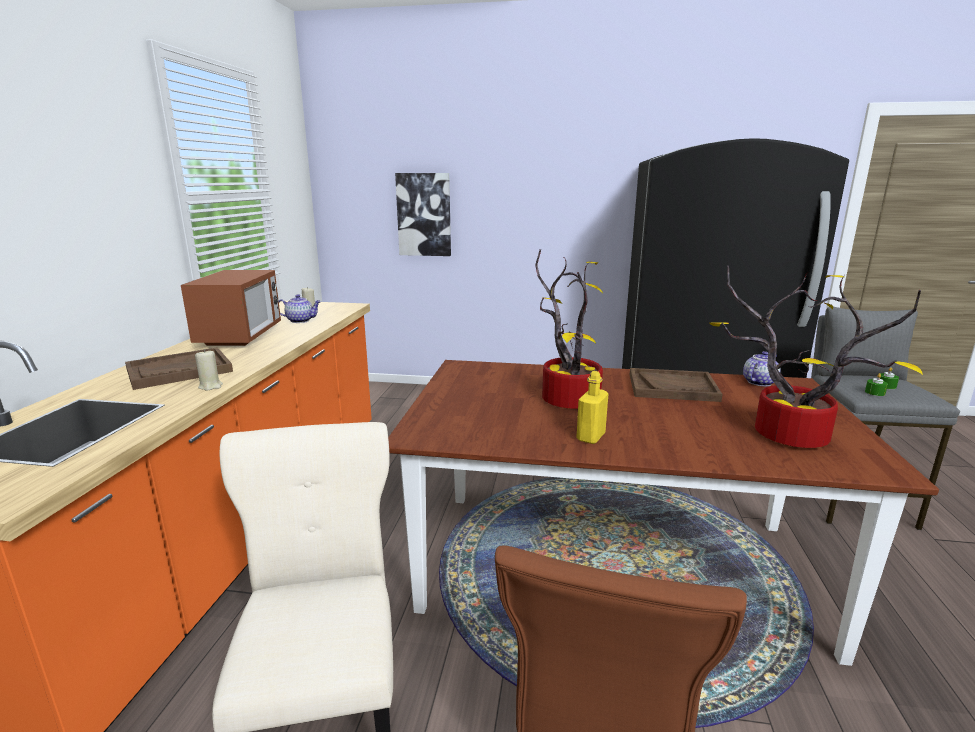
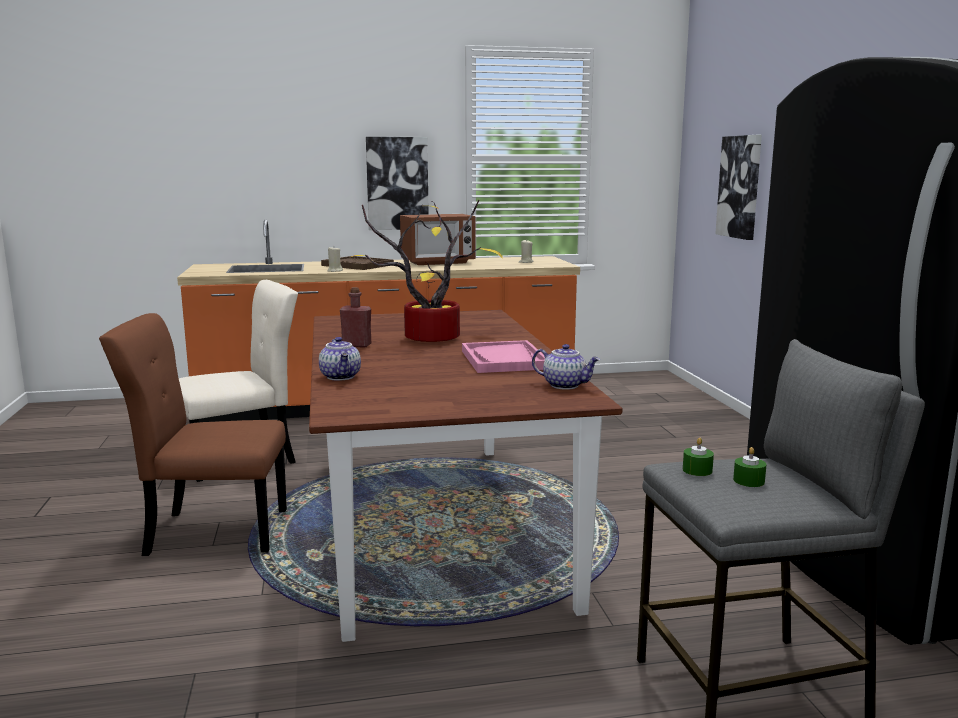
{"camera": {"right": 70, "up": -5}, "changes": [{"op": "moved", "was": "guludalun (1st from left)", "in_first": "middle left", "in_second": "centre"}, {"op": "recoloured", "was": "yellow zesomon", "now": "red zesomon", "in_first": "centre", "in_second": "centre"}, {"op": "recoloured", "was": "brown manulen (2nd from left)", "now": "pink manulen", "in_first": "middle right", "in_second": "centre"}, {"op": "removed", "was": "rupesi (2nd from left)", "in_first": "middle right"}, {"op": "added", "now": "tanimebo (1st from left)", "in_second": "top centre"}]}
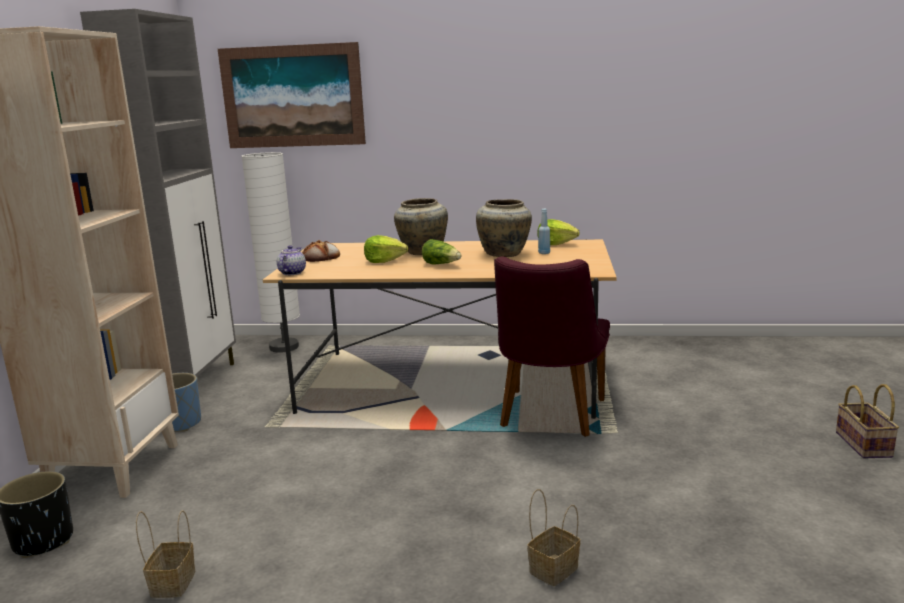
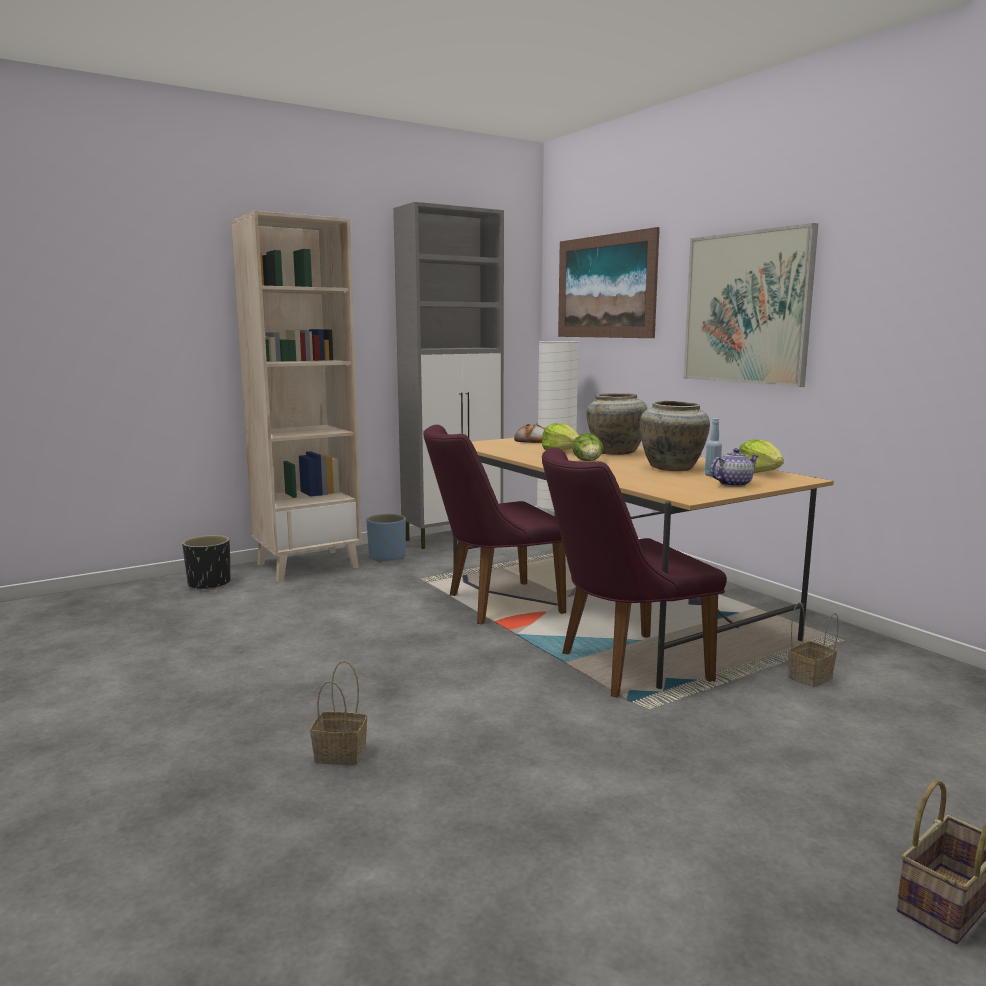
{"camera": {"right": 50, "up": -5}, "changes": [{"op": "moved", "was": "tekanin (1st from left in the first image)", "now": "tekanin (2nd from left)", "in_first": "bottom left", "in_second": "middle right"}, {"op": "moved", "was": "guludalun", "in_first": "middle left", "in_second": "middle right"}, {"op": "added", "now": "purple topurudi (1st from left)", "in_second": "centre"}, {"op": "added", "now": "tanimebo (2nd from left)", "in_second": "top right"}]}
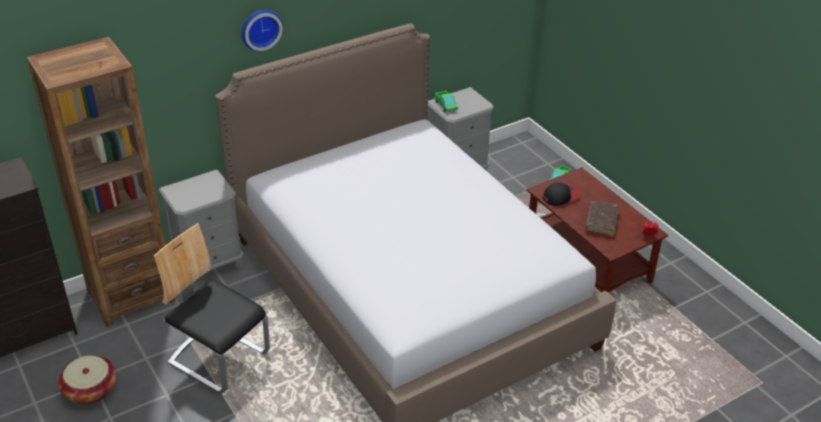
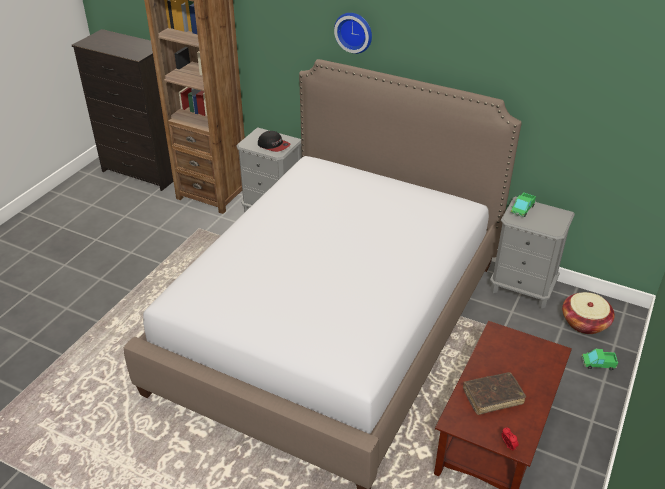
{"camera": {"right": 60, "up": 0}, "changes": [{"op": "moved", "was": "tekanin", "in_first": "bottom left", "in_second": "middle right"}, {"op": "removed", "was": "topurudi", "in_first": "bottom left"}, {"op": "moved", "was": "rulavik", "in_first": "middle right", "in_second": "top centre"}]}
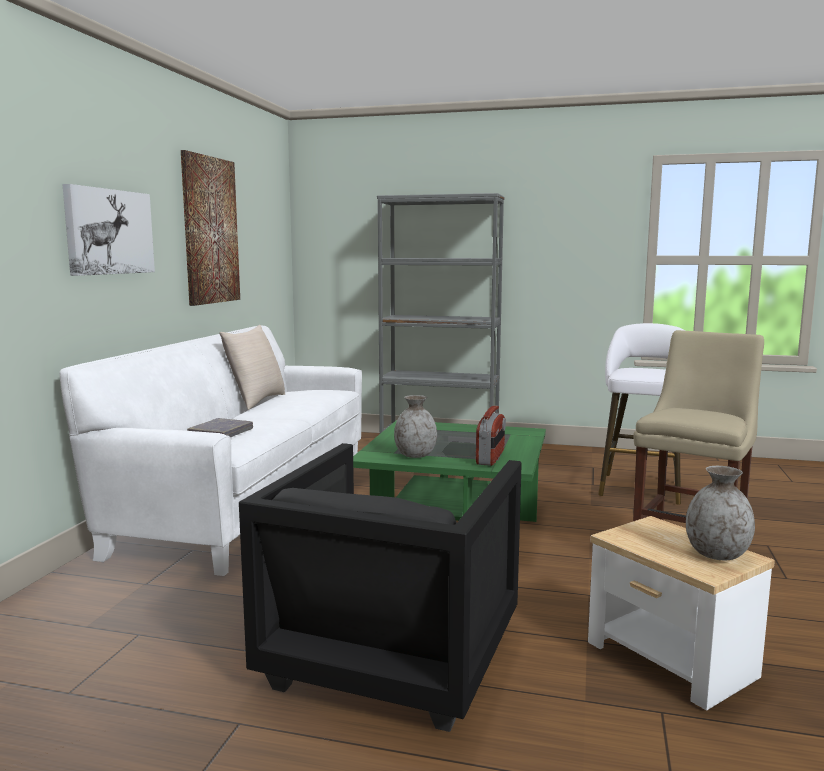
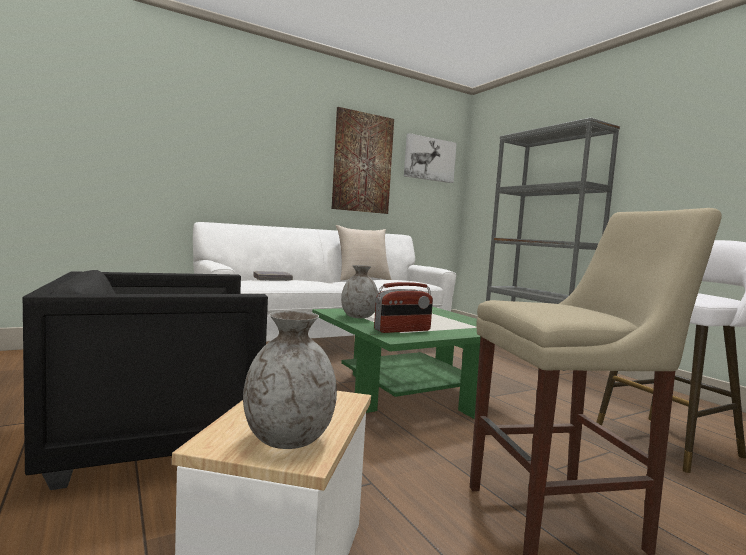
{"camera": {"right": 45, "up": -5}, "changes": [{"op": "moved", "was": "tanimebo (1st from left in the first image)", "now": "tanimebo (2nd from left)", "in_first": "top left", "in_second": "top centre"}]}
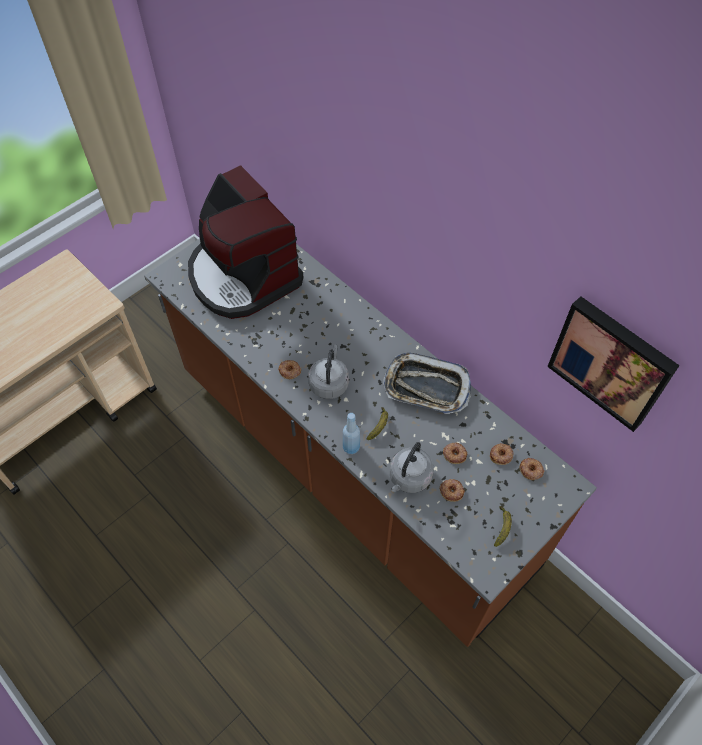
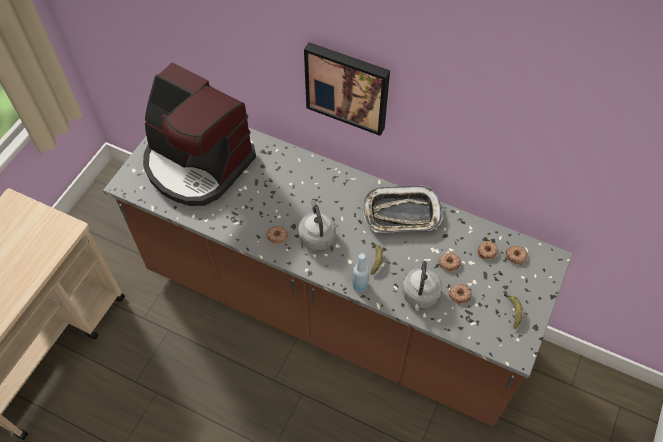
{"camera": {"right": -20, "up": 0}, "changes": [{"op": "moved", "was": "tanimebo", "in_first": "middle right", "in_second": "top centre"}]}
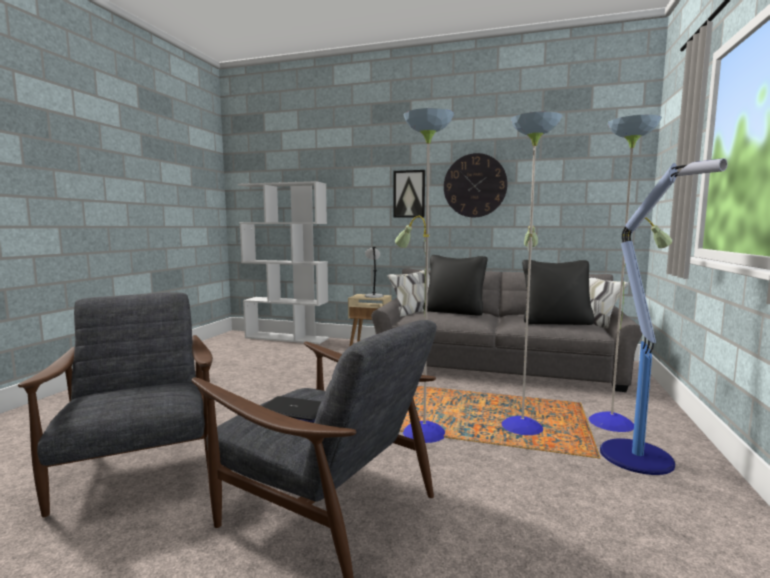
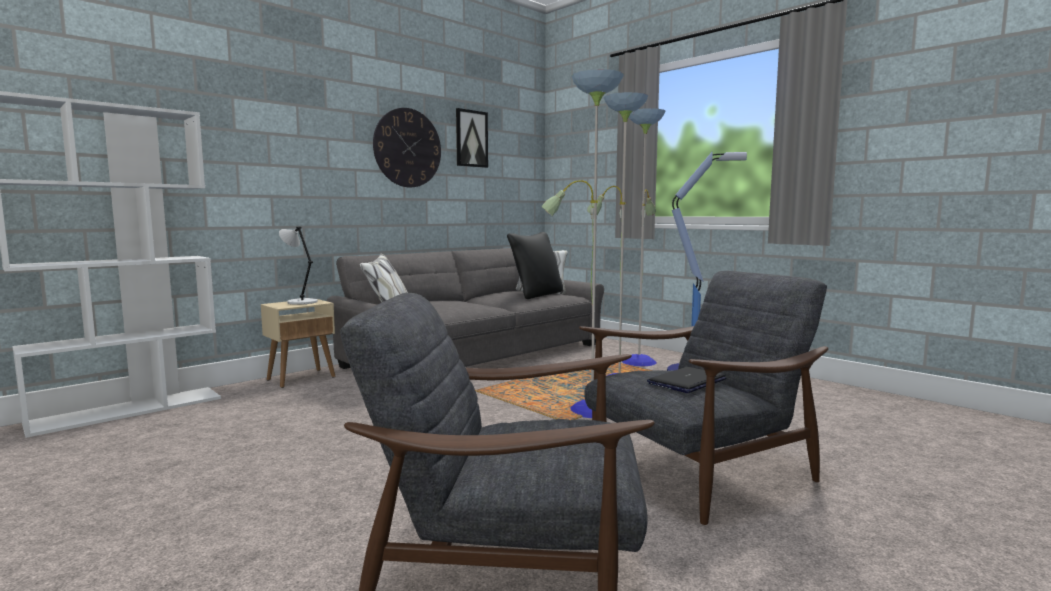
{"camera": {"right": -60, "up": 0}, "changes": [{"op": "moved", "was": "tanimebo", "in_first": "centre", "in_second": "top centre"}, {"op": "removed", "was": "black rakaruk (1st from left)", "in_first": "centre"}]}
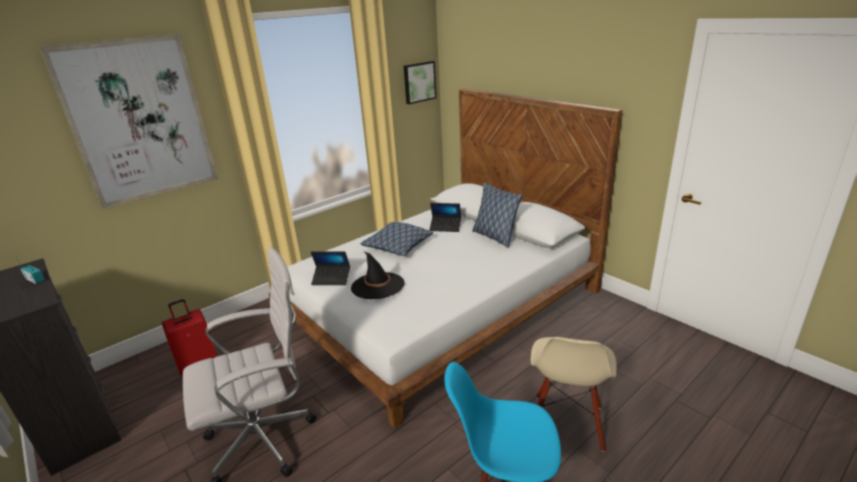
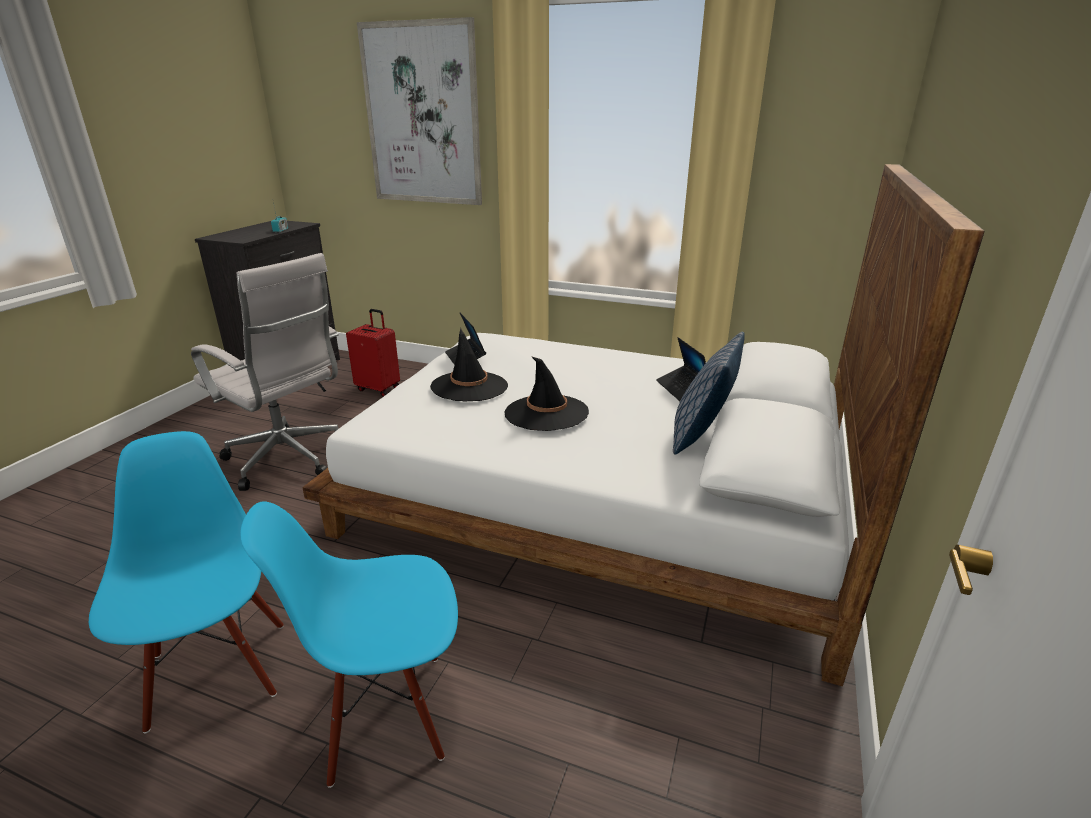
{"camera": {"right": 60, "up": 0}, "changes": [{"op": "removed", "was": "rakaruk (1st from left)", "in_first": "centre"}, {"op": "removed", "was": "tanimebo (2nd from left)", "in_first": "top centre"}, {"op": "recoloured", "was": "beige topurudi", "now": "blue topurudi (2nd from left)", "in_first": "bottom right", "in_second": "bottom left"}, {"op": "added", "now": "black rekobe (2nd from left)", "in_second": "centre"}]}
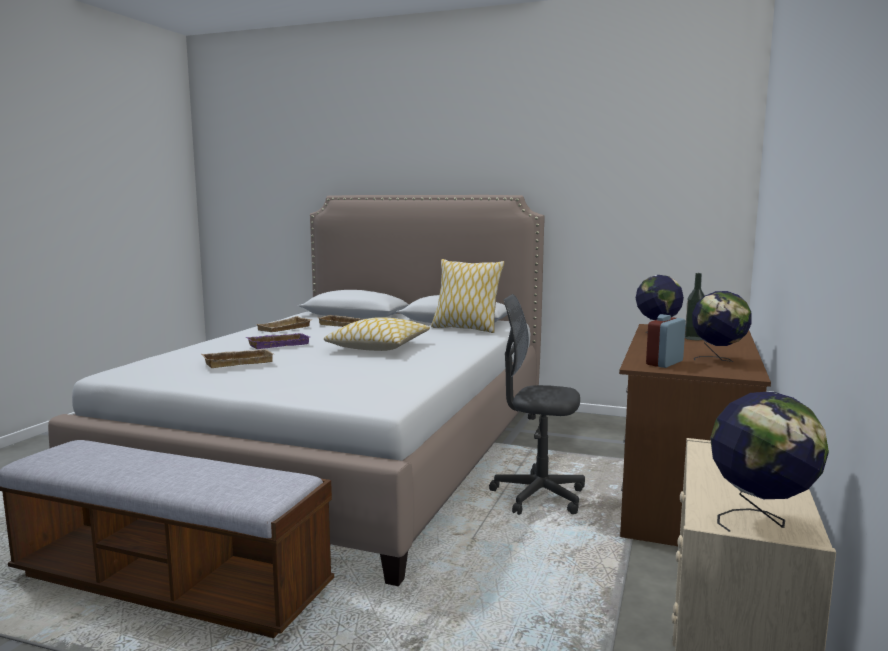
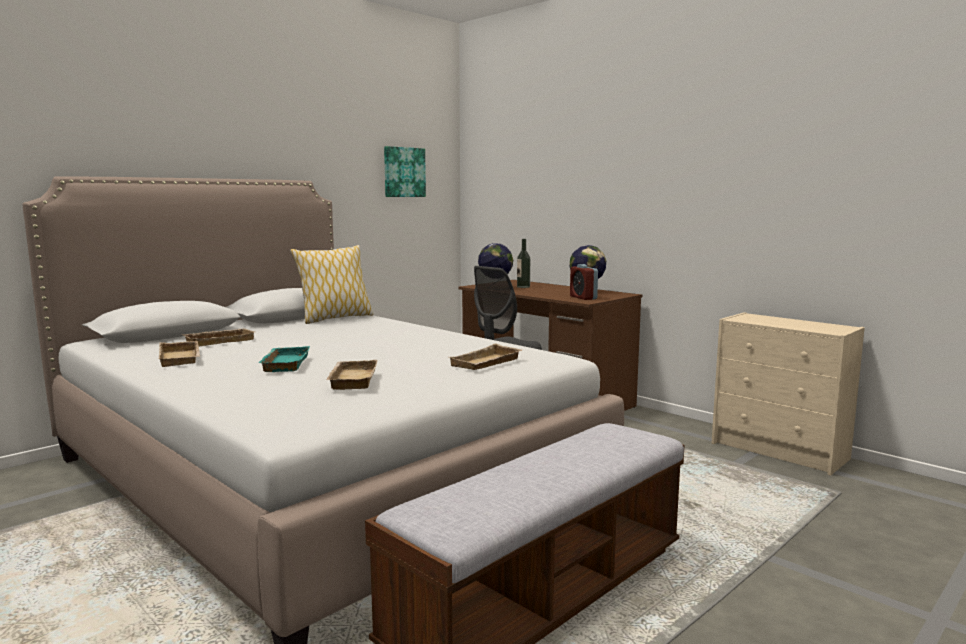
{"camera": {"right": -65, "up": 0}, "changes": [{"op": "recoloured", "was": "purple manulen", "now": "turquoise manulen", "in_first": "middle left", "in_second": "middle left"}, {"op": "removed", "was": "rakaruk (1st from left)", "in_first": "centre"}, {"op": "removed", "was": "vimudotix (3rd from left)", "in_first": "bottom right"}, {"op": "added", "now": "tanimebo", "in_second": "top centre"}, {"op": "added", "now": "beige manulen (4th from left)", "in_second": "centre"}]}
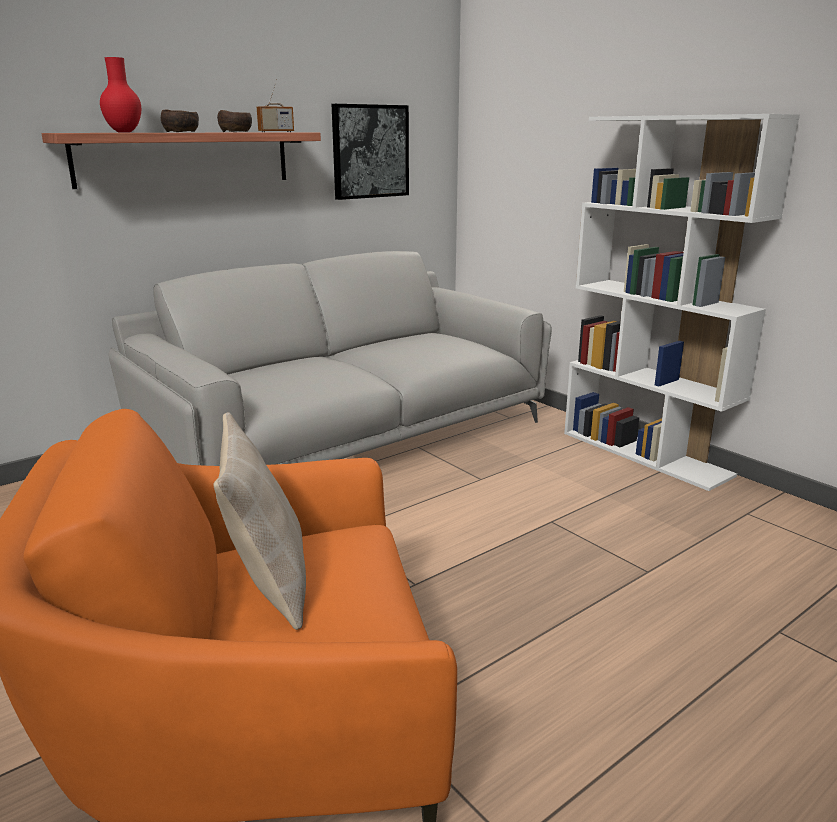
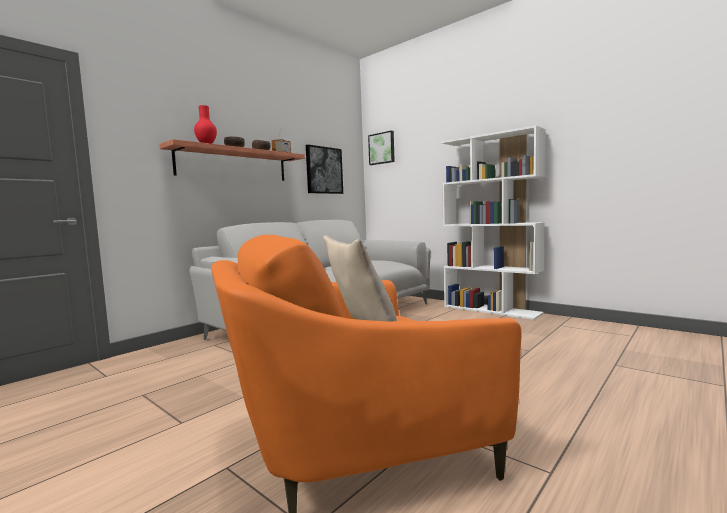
{"camera": {"right": -10, "up": -15}, "changes": [{"op": "added", "now": "tanimebo (2nd from left)", "in_second": "top centre"}]}
